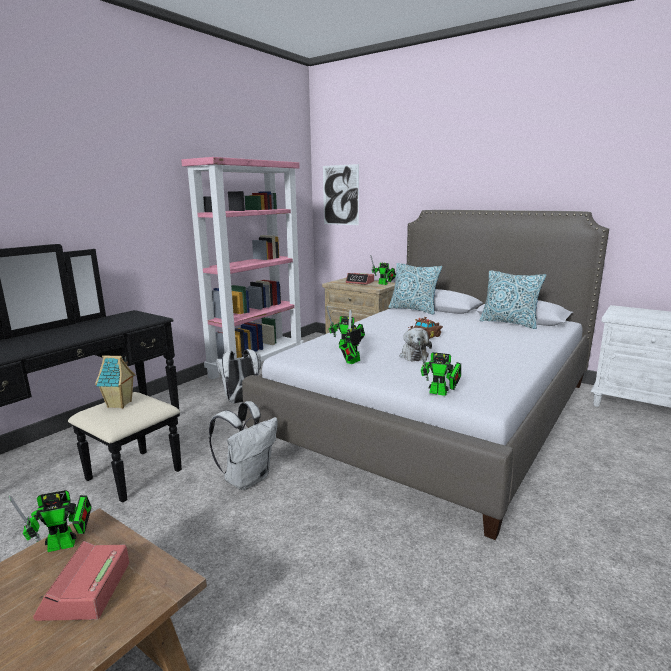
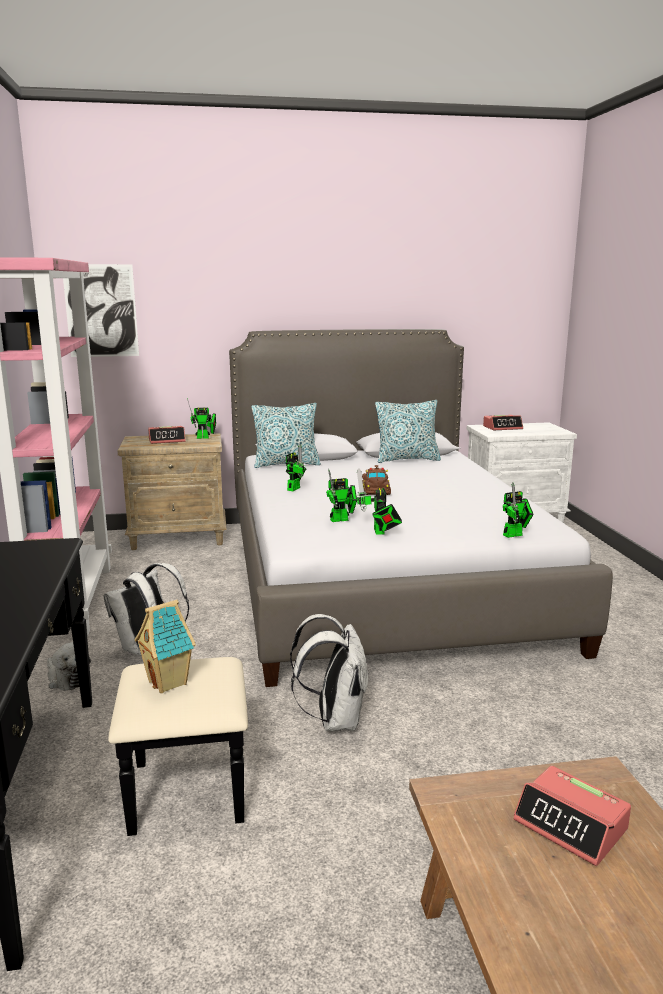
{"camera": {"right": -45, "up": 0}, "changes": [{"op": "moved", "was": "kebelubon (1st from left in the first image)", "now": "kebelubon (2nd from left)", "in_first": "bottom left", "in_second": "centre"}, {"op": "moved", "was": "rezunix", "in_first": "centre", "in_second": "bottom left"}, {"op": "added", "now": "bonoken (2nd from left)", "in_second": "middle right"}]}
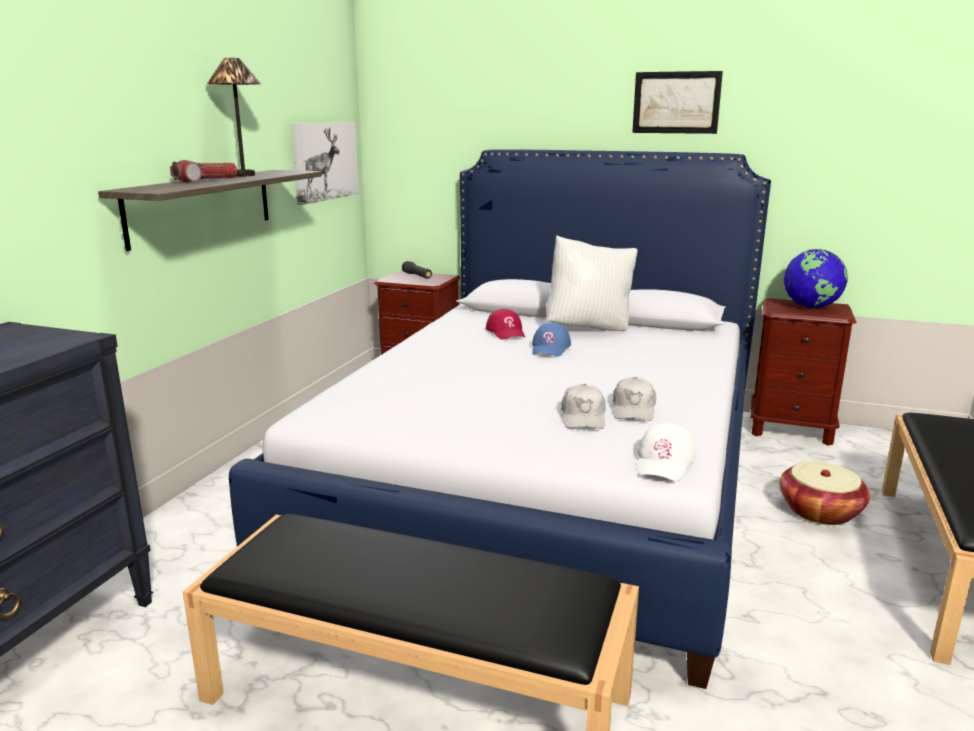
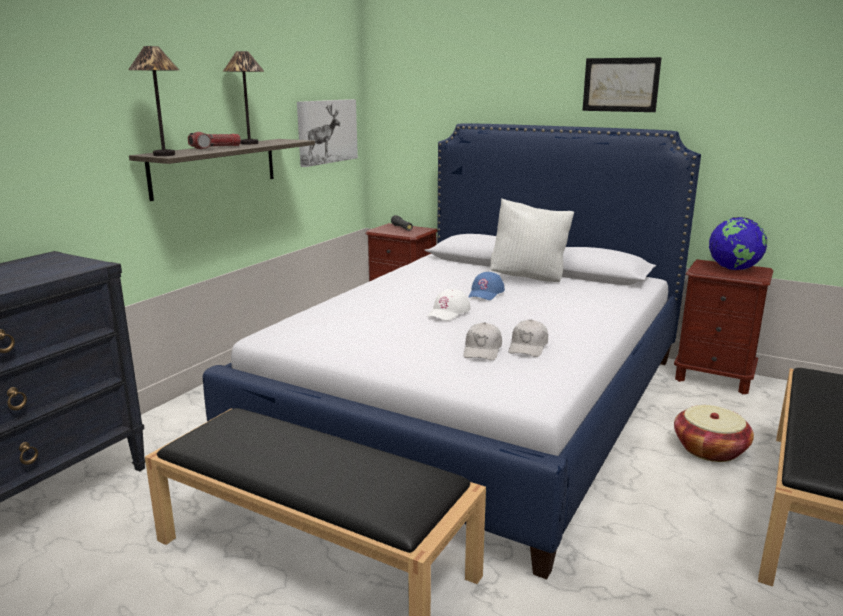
{"camera": {"right": 10, "up": 0}, "changes": [{"op": "removed", "was": "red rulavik", "in_first": "centre"}, {"op": "moved", "was": "white rulavik (3rd from left in the first image)", "now": "white rulavik (1st from left)", "in_first": "middle right", "in_second": "centre"}, {"op": "added", "now": "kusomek (1st from left)", "in_second": "top left"}]}
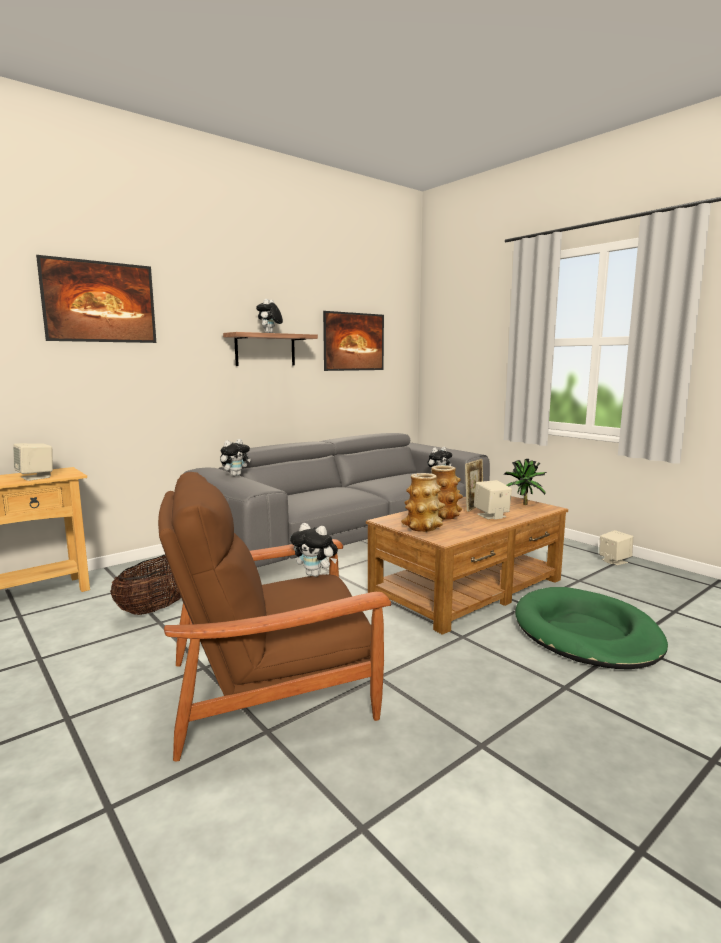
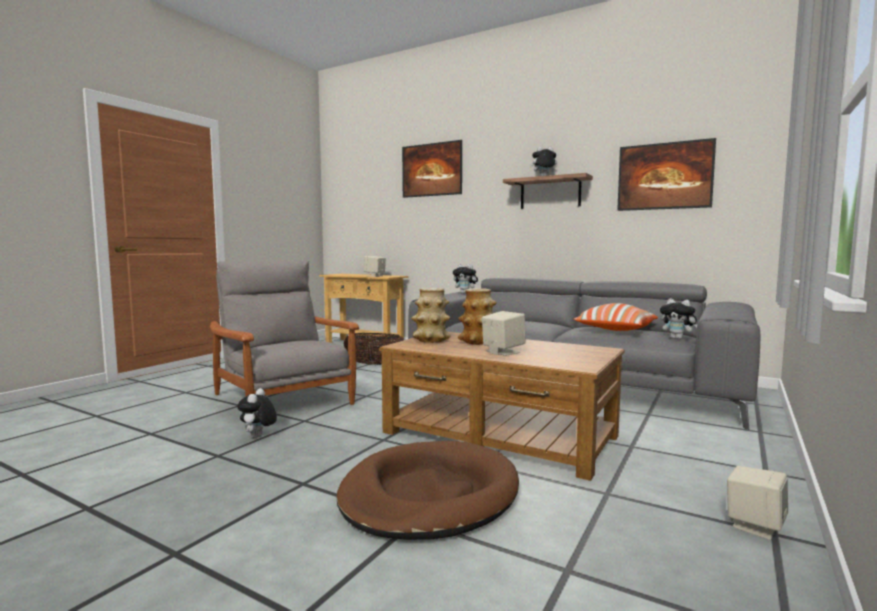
{"camera": {"right": 70, "up": -5}, "changes": [{"op": "recoloured", "was": "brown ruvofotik", "now": "grey ruvofotik", "in_first": "centre", "in_second": "middle left"}, {"op": "moved", "was": "rezunix (3rd from left in the first image)", "now": "rezunix (1st from left)", "in_first": "centre", "in_second": "bottom left"}, {"op": "removed", "was": "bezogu", "in_first": "centre"}, {"op": "removed", "was": "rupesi", "in_first": "middle right"}, {"op": "recoloured", "was": "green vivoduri", "now": "brown vivoduri", "in_first": "middle right", "in_second": "bottom centre"}, {"op": "added", "now": "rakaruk", "in_second": "middle right"}]}
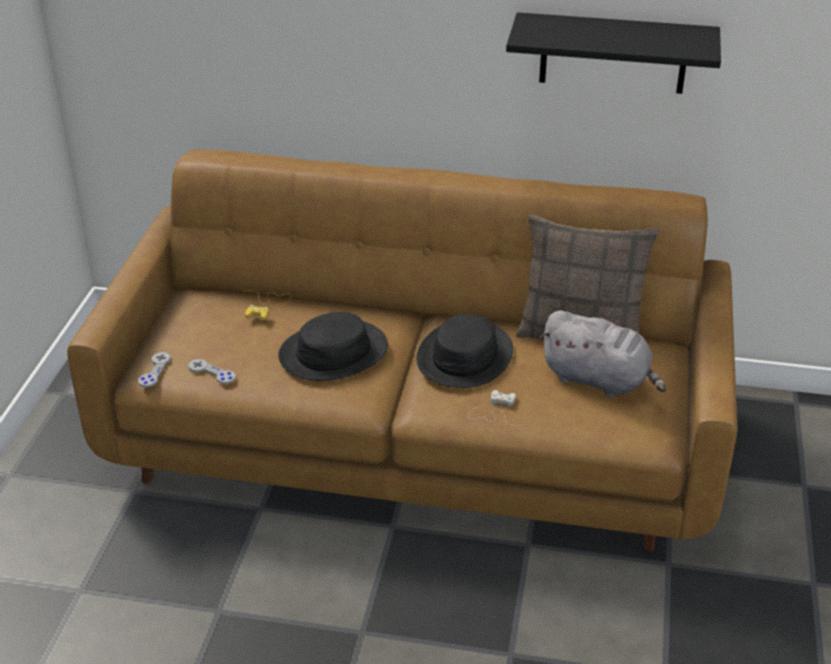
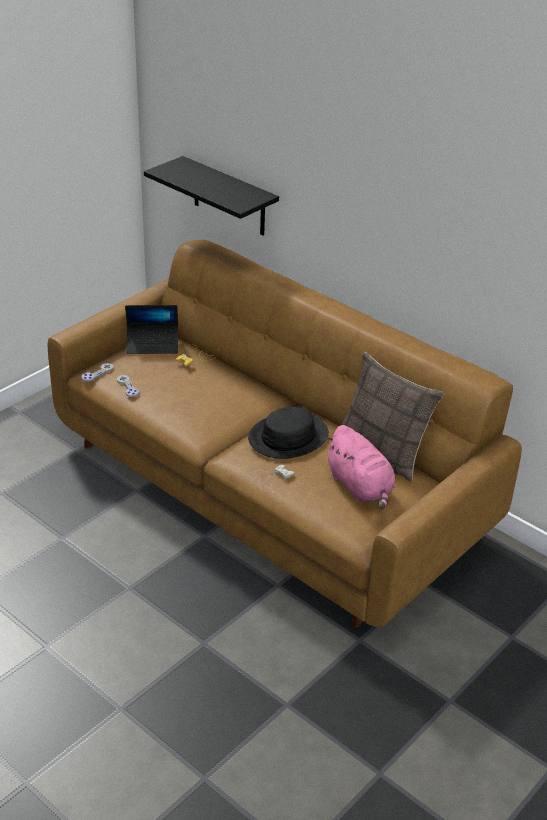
{"camera": {"right": 30, "up": 0}, "changes": [{"op": "removed", "was": "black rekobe (1st from left)", "in_first": "centre"}, {"op": "moved", "was": "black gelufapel", "in_first": "top right", "in_second": "top centre"}, {"op": "recoloured", "was": "grey rezunix", "now": "pink rezunix", "in_first": "middle right", "in_second": "centre"}, {"op": "added", "now": "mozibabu", "in_second": "middle left"}]}
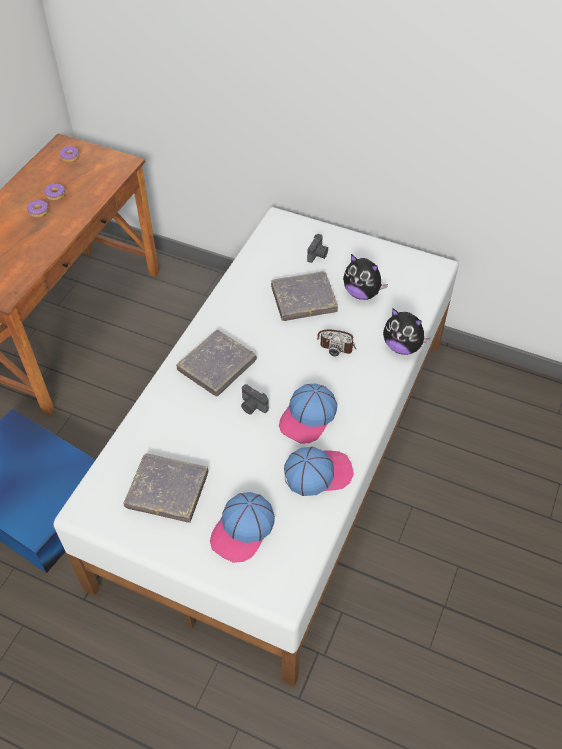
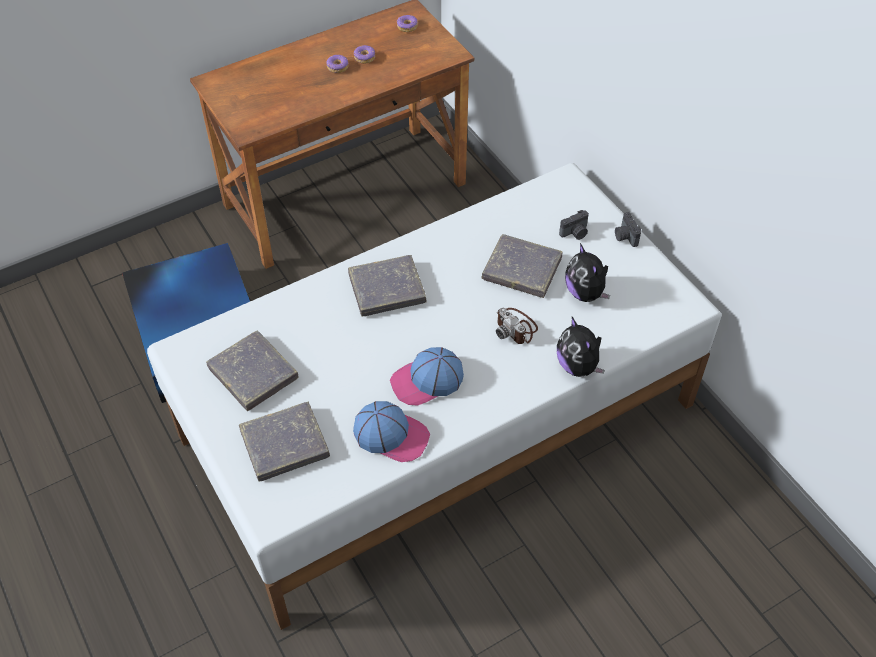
{"camera": {"right": 35, "up": 0}, "changes": [{"op": "replaced", "was": "rulavik (1st from left)", "now": "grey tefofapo (2nd from left)", "in_first": "bottom centre", "in_second": "bottom left"}, {"op": "moved", "was": "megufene (1st from left in the first image)", "now": "megufene (3rd from left)", "in_first": "centre", "in_second": "middle right"}]}
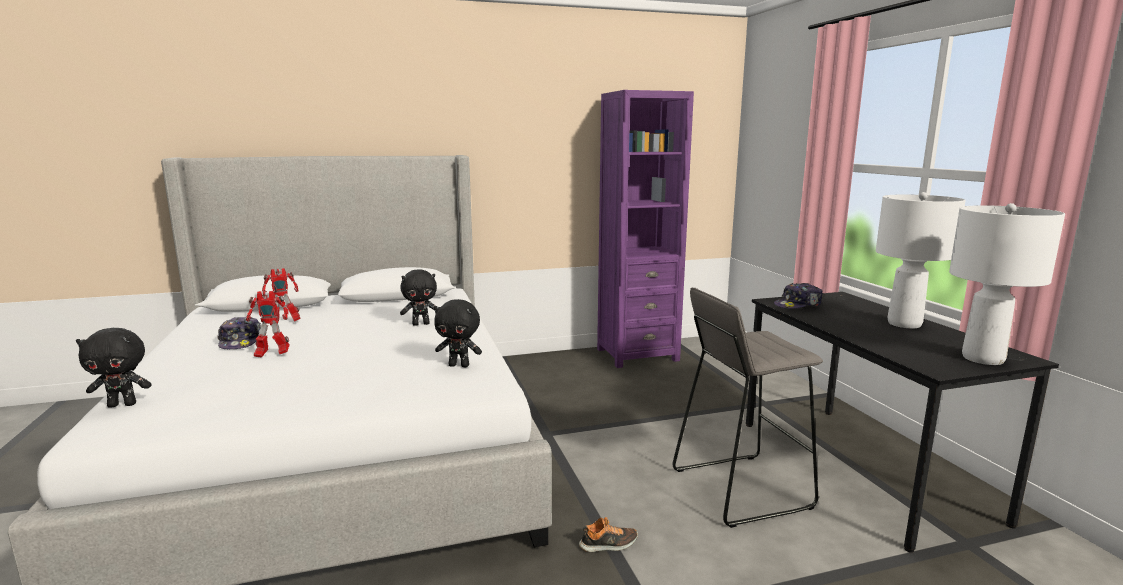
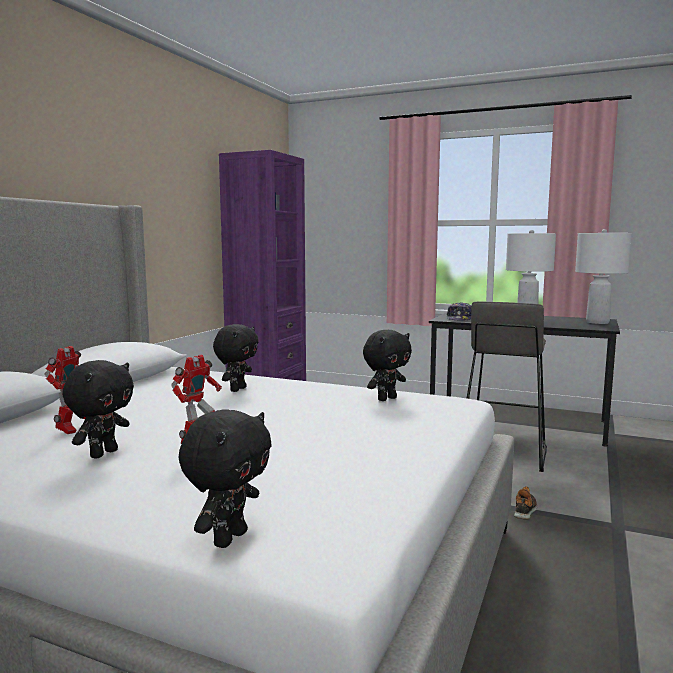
{"camera": {"right": -50, "up": -5}, "changes": [{"op": "replaced", "was": "rulavik (1st from left)", "now": "black rezunix (1st from left)", "in_first": "middle left", "in_second": "middle left"}]}
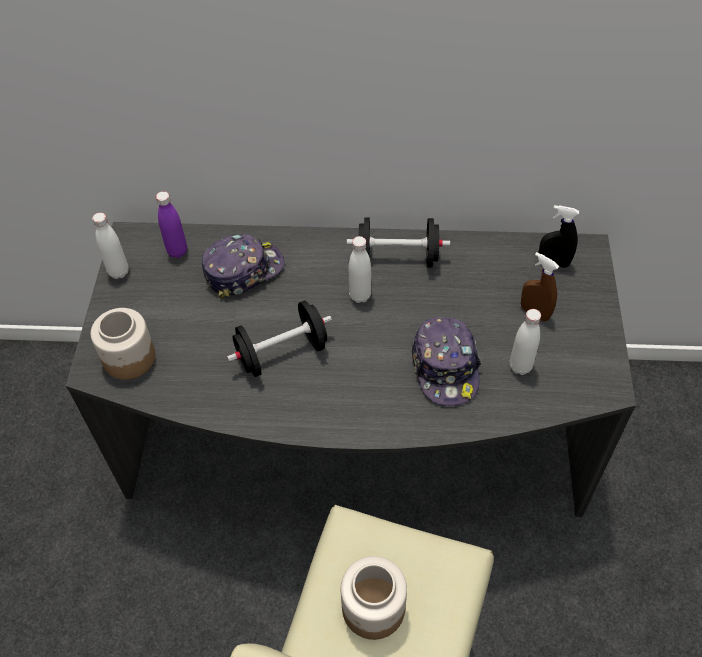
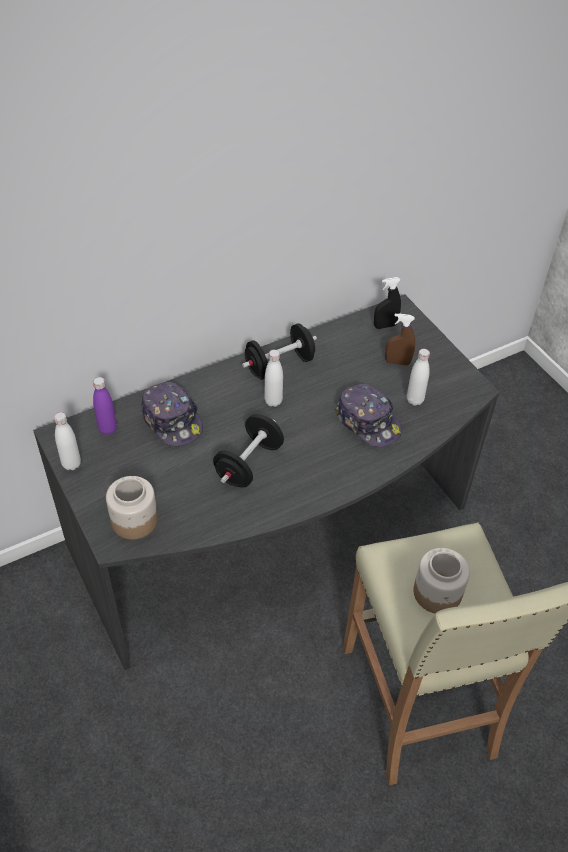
{"camera": {"right": -35, "up": -5}, "changes": [{"op": "turned", "was": "rulavik (1st from left)", "in_first": "centre", "in_second": "middle left", "clockwise": 120}]}
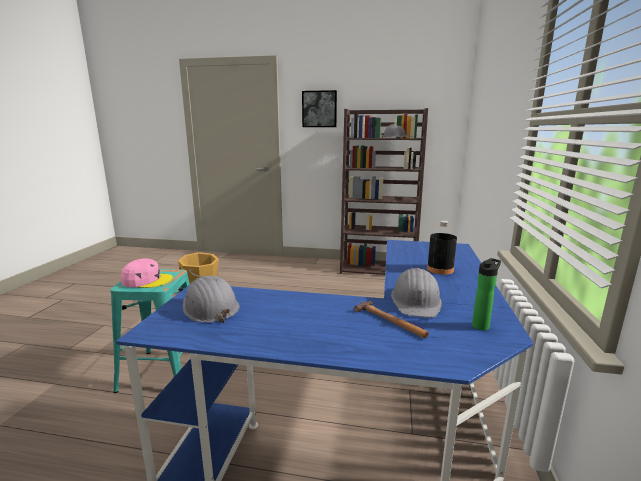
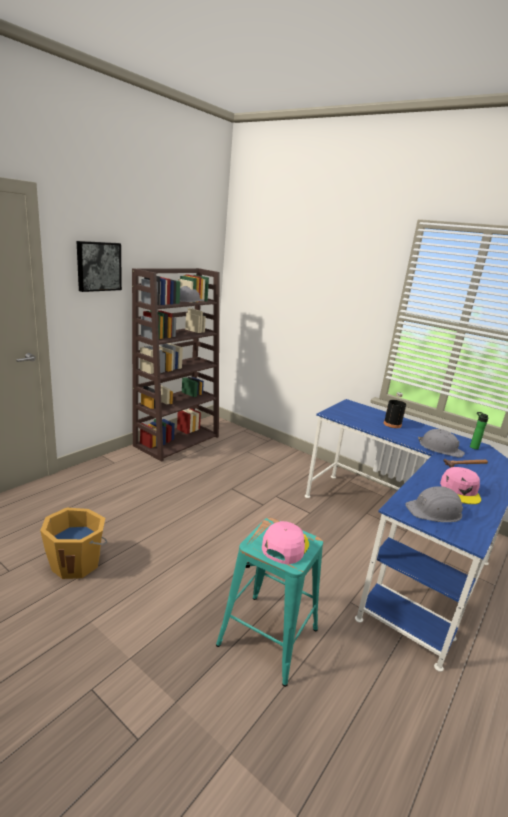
{"camera": {"right": -65, "up": 5}, "changes": [{"op": "added", "now": "pink rulavik (2nd from left)", "in_second": "middle right"}]}
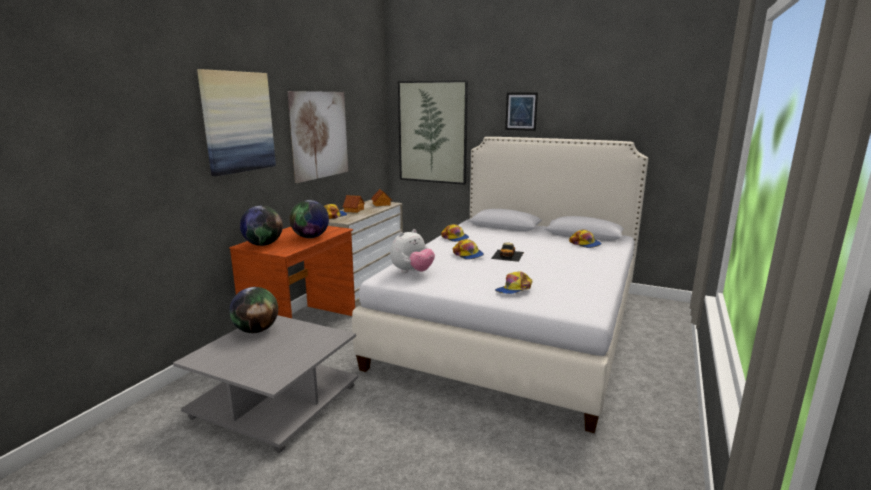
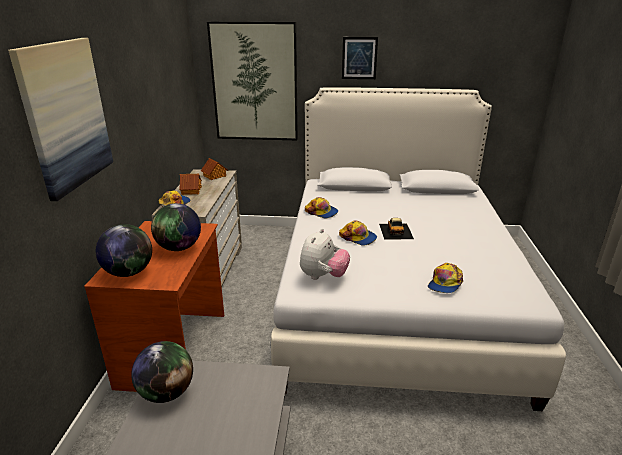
{"camera": {"right": -20, "up": 10}, "changes": [{"op": "removed", "was": "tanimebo (2nd from left)", "in_first": "top centre"}, {"op": "removed", "was": "rulavik (5th from left)", "in_first": "middle right"}]}
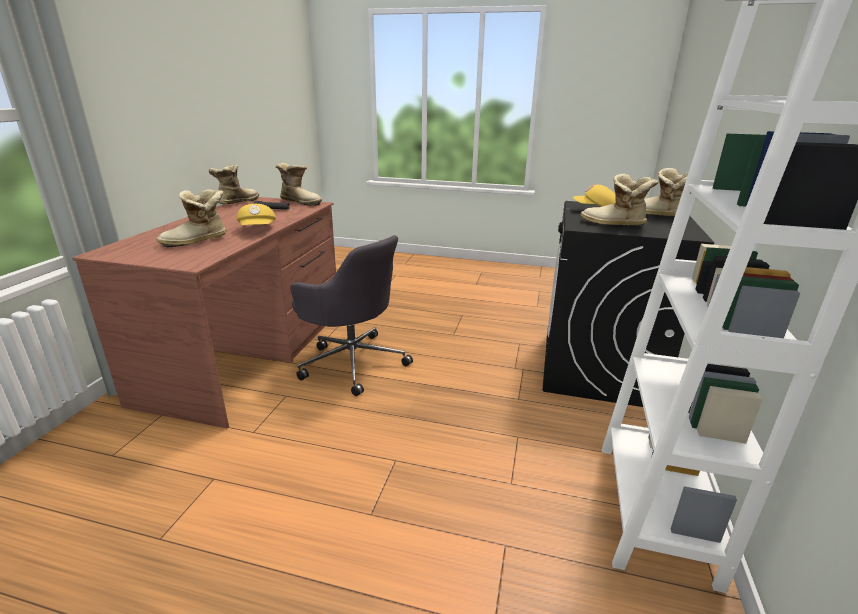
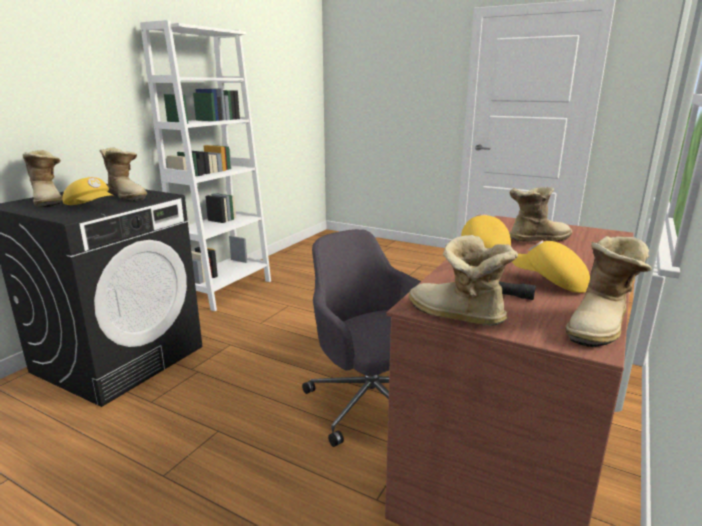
{"camera": {"right": -165, "up": -5}, "changes": [{"op": "added", "now": "yellow rulavik (3rd from left)", "in_second": "middle right"}]}
